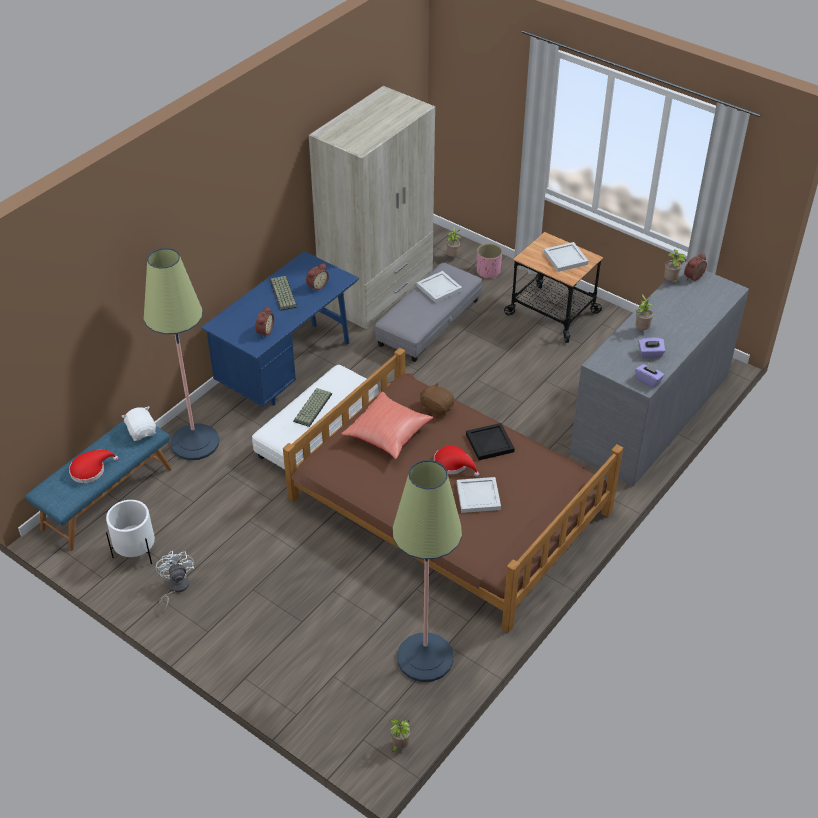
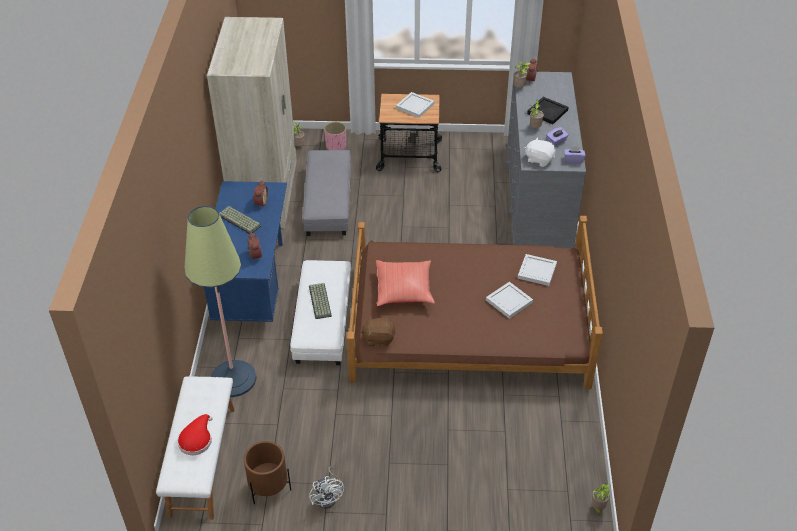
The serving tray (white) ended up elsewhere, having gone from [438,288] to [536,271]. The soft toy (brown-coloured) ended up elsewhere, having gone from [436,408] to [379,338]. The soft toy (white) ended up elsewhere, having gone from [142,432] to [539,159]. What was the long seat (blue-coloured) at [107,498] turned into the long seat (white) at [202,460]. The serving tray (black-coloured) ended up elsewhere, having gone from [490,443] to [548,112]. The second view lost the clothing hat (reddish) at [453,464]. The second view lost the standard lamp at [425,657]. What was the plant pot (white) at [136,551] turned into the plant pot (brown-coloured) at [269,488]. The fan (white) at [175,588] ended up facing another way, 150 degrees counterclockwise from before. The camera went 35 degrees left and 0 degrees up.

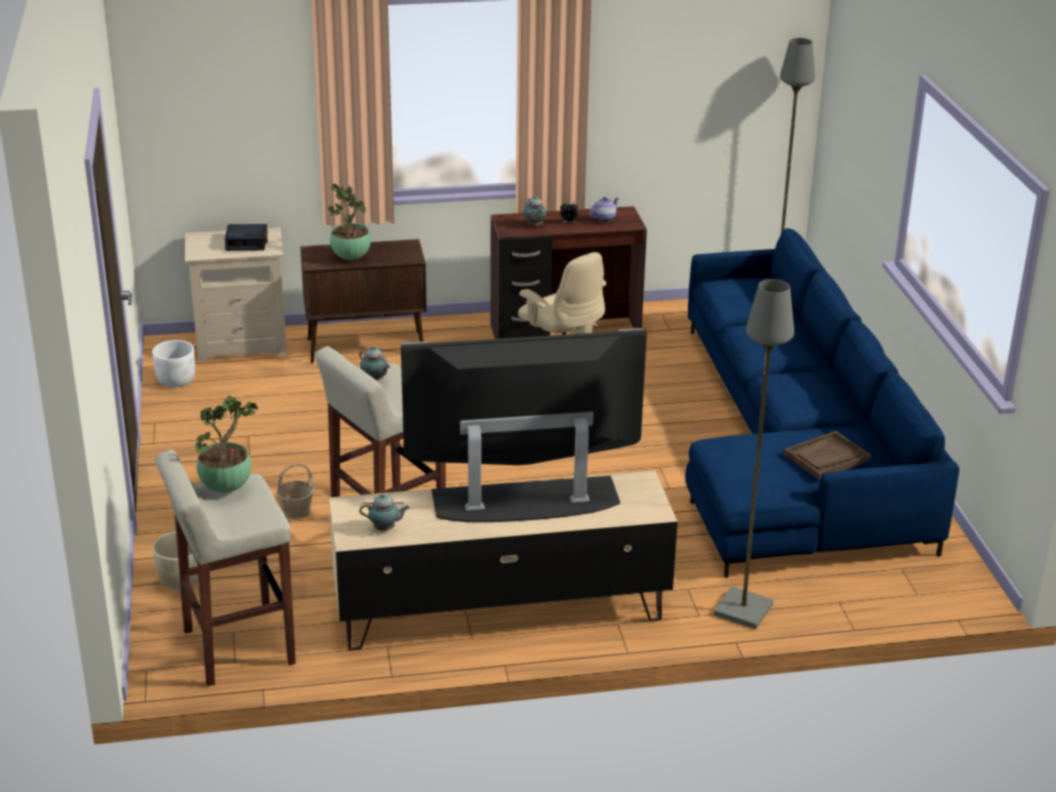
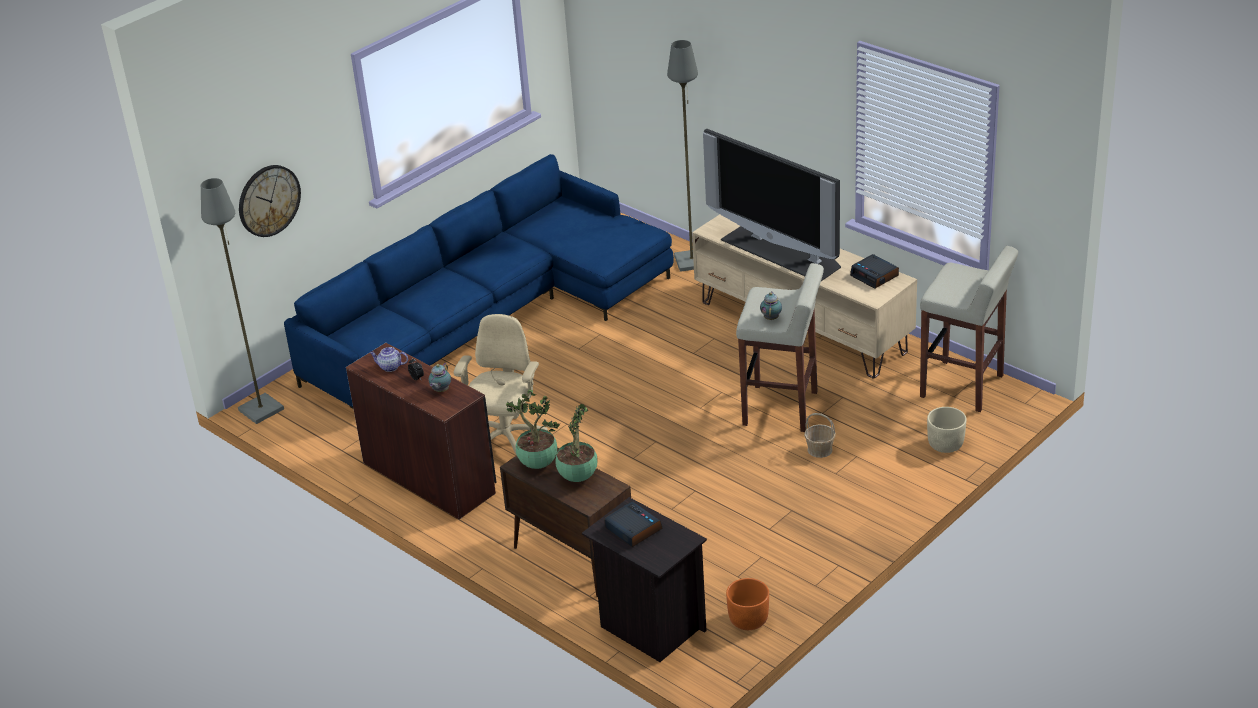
What was the nightstand (beige-coloured) at [242,344] turned into the nightstand (black-coloured) at [649,627]. What was the plant pot (white) at [176,381] turned into the plant pot (orangey) at [748,619]. The potted plant ended up elsewhere, having gone from [227,487] to [537,464]. The second view lost the serving tray (brown-coloured) at [826,457]. Where the tea pot stood at [385,529], the table clock came to stand at [875,276]. The second view gained the wall clock at [268,200]. The camera went 125 degrees left and 5 degrees up.

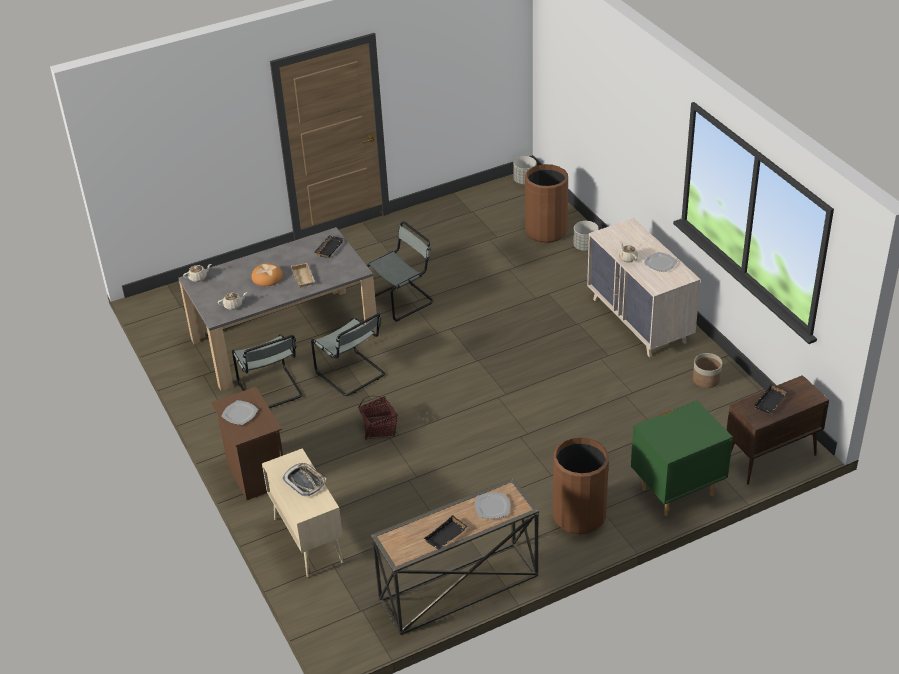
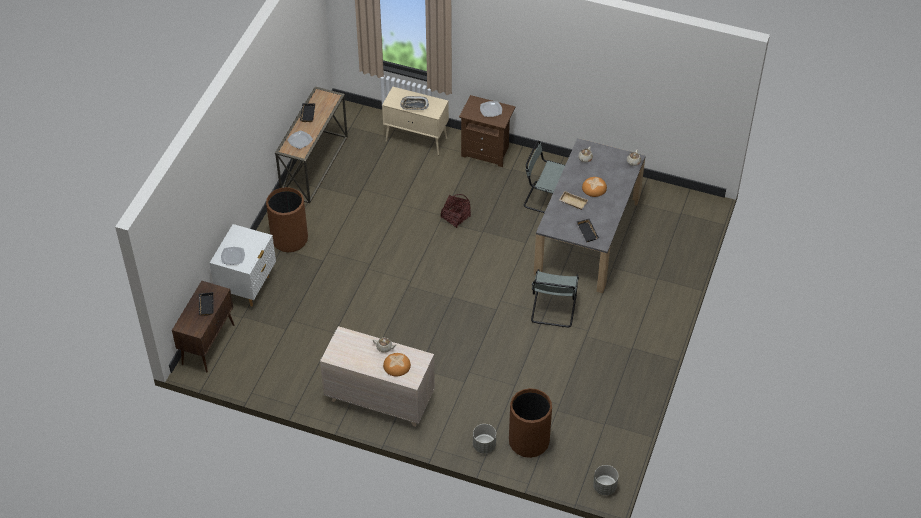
The flat dish ended up elsewhere, having gone from [660,263] to [232,256]. The second view lost the upright chair (grey) at [352,374]. The second view lost the plant pot at [706,379]. What was the nightstand (green) at [677,491] turned into the nightstand (white) at [247,287]. The second view gained the baked bread at [396,366]. The camera went 135 degrees right and 10 degrees up.

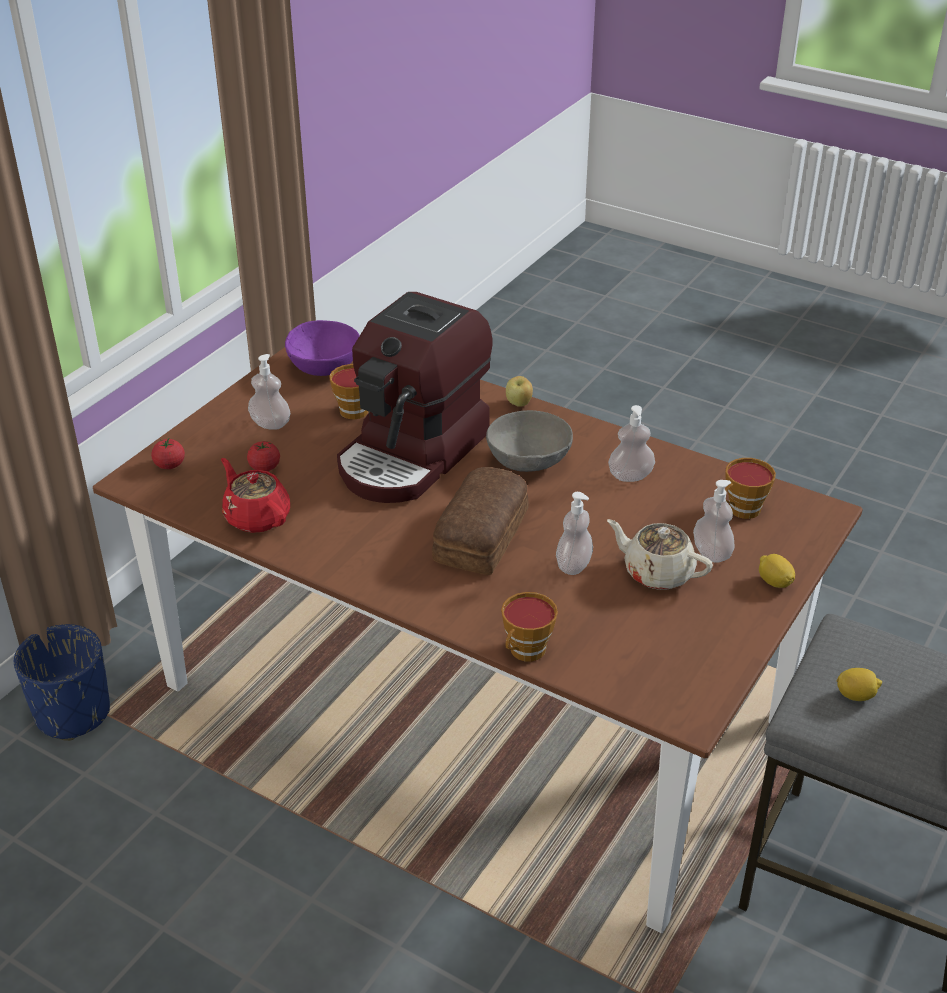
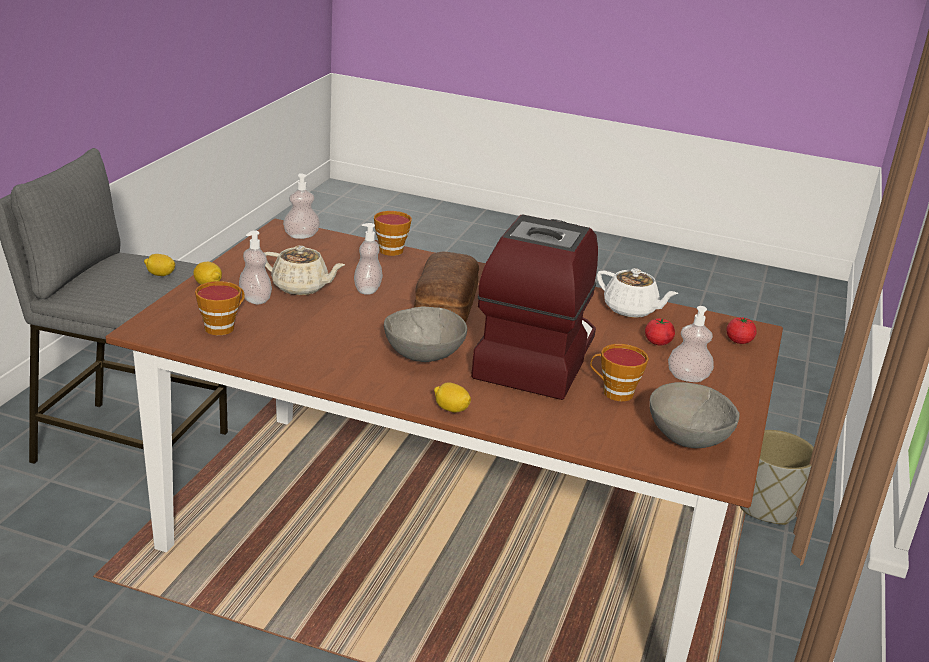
What was the deep dish (purplish) at [324,368] turned into the deep dish (grey) at [687,437]. Where the whole apple stood at [519,403], the whole lemon came to stand at [451,409]. The soap bottle ended up elsewhere, having gone from [630,476] to [301,236]. What was the tea pot (reddish) at [256,517] turned into the tea pot (white) at [631,310]. What was the plant pot (blue-coloured) at [73,713] turned into the plant pot (grey) at [767,507]. The camera went 165 degrees right and 10 degrees down.

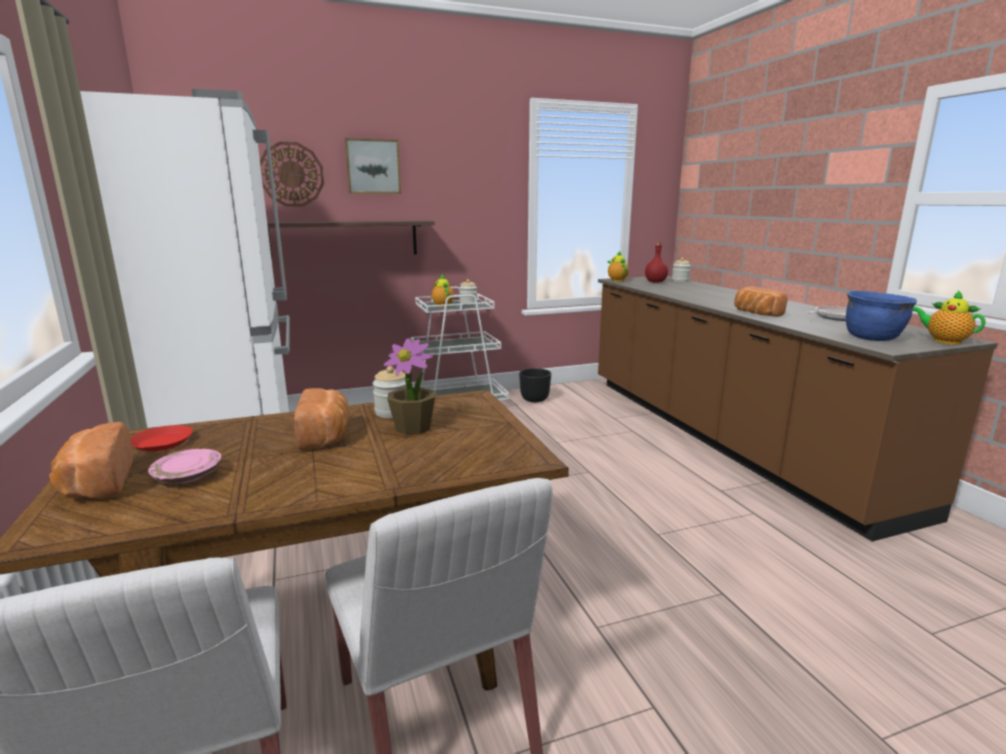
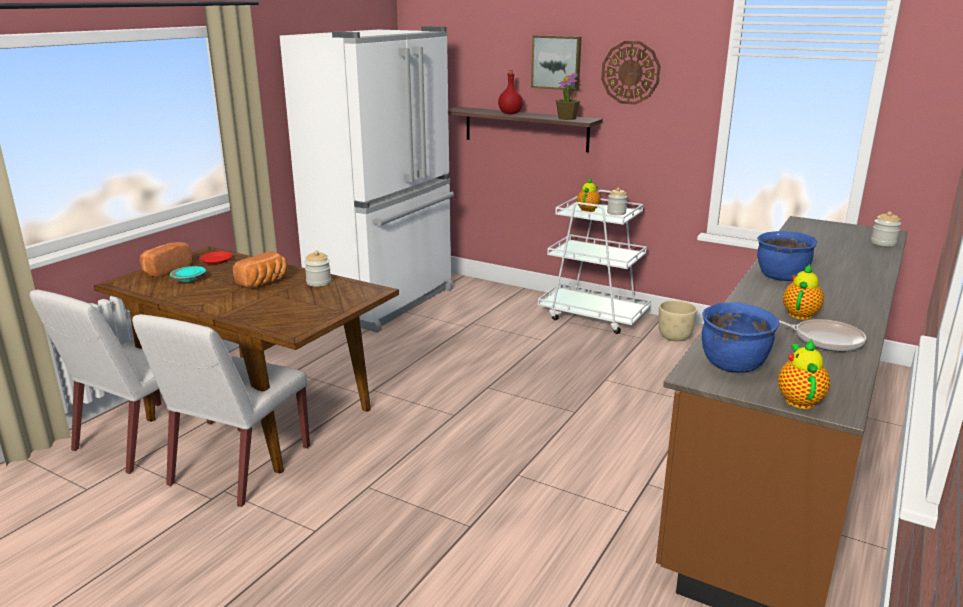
The wall clock ended up elsewhere, having gone from [291,174] to [630,72]. The drink bottle (reddish) ended up elsewhere, having gone from [655,282] to [509,113]. The tea pot ended up elsewhere, having gone from [616,280] to [801,314]. The second view lost the baked bread at [755,314]. The potted plant ended up elsewhere, having gone from [413,428] to [567,118]. What was the plant pot (black-coloured) at [534,399] turned into the plant pot (beige-coloured) at [674,337]. What was the flat dish (pink) at [188,476] turned into the flat dish (blue-green) at [188,279]. The second view gained the cooking pot (blue-coloured) at [781,277]. The camera went 50 degrees right and 5 degrees up.

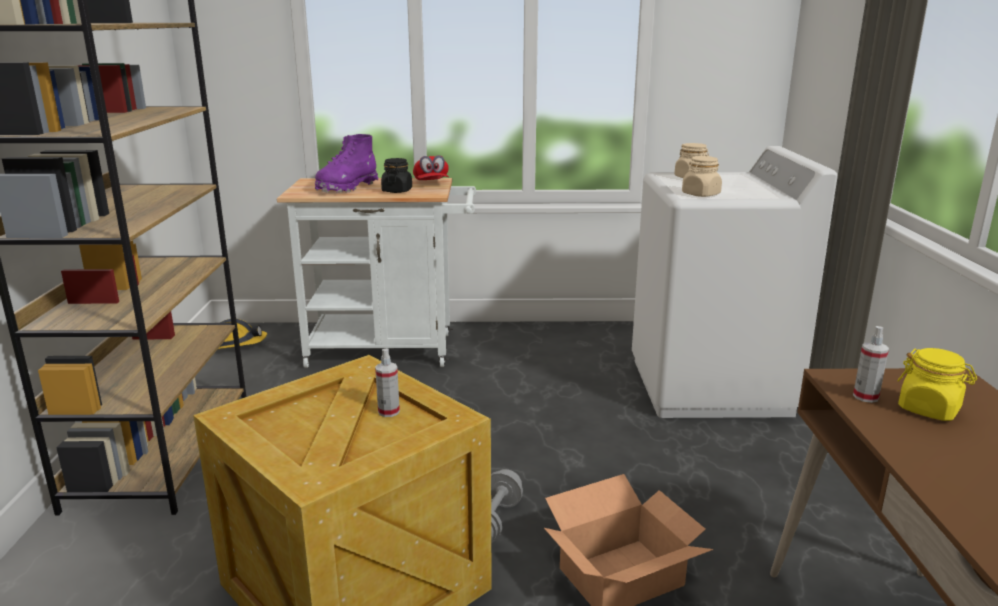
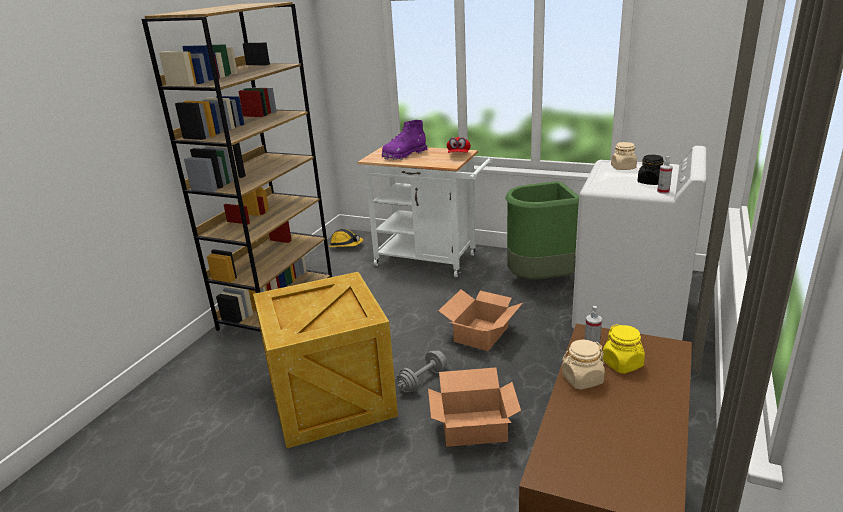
The storage jar (beige-coloured) ended up elsewhere, having gone from [700,194] to [582,379]. The storage jar (black-coloured) ended up elsewhere, having gone from [397,191] to [650,182]. The spray bottle ended up elsewhere, having gone from [388,412] to [663,191]. The second view gained the rubbish bin (green) at [540,280]. The second view gained the packing box at [482,334]. The camera went 25 degrees right and 5 degrees up.

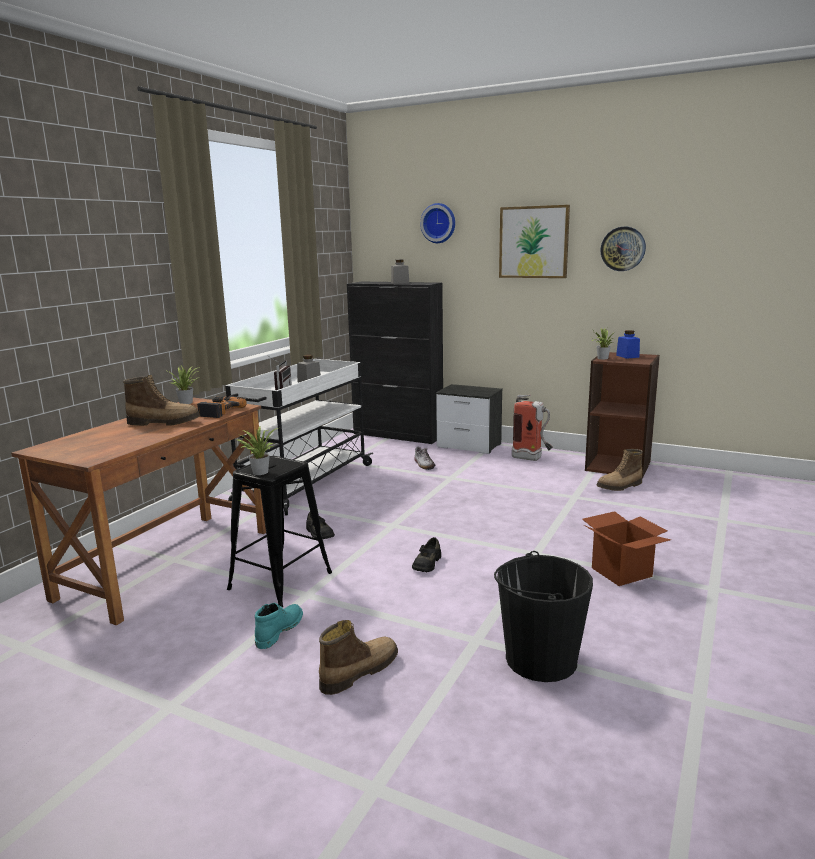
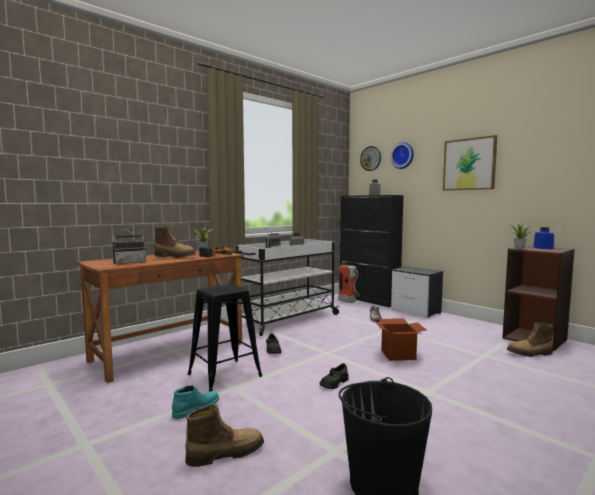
The wall clock ended up elsewhere, having gone from [623,249] to [370,158]. The fire extinguisher ended up elsewhere, having gone from [532,459] to [349,302]. The second view lost the potted plant at [259,472]. The packing box ended up elsewhere, having gone from [621,572] to [398,355]. The second view gained the radio at [130,263]. The camera went 20 degrees right and 10 degrees down.

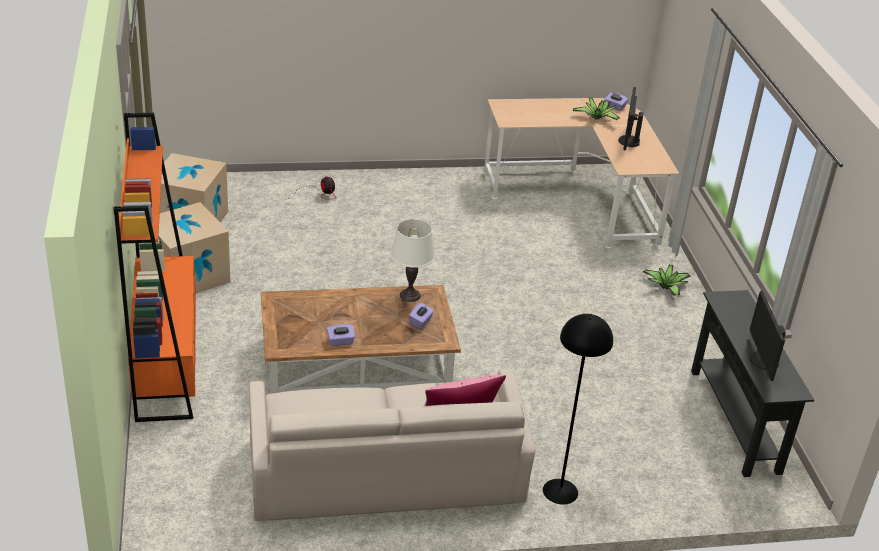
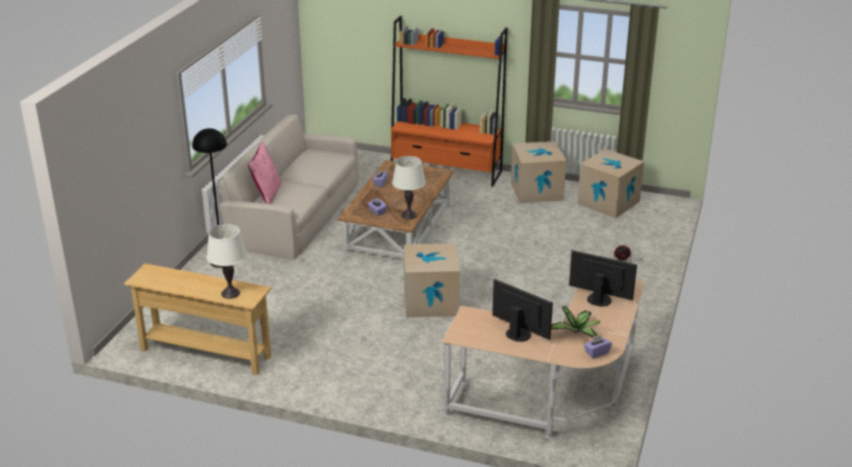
The second view lost the potted plant at [666,287]. What was the console table (black-coloured) at [735,420] turned into the console table (beige-coloured) at [205,353]. The computer display ended up elsewhere, having gone from [762,361] to [599,299]. The second view gained the table lamp (white) at [230,293]. The second view gained the packing box at [431,302]. The camera went 120 degrees right and 5 degrees down.

